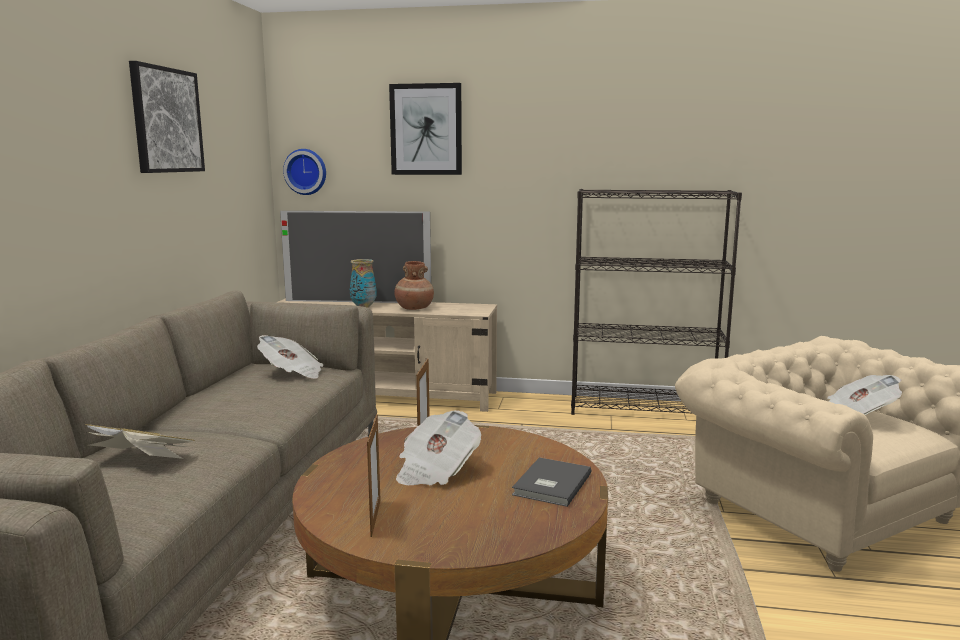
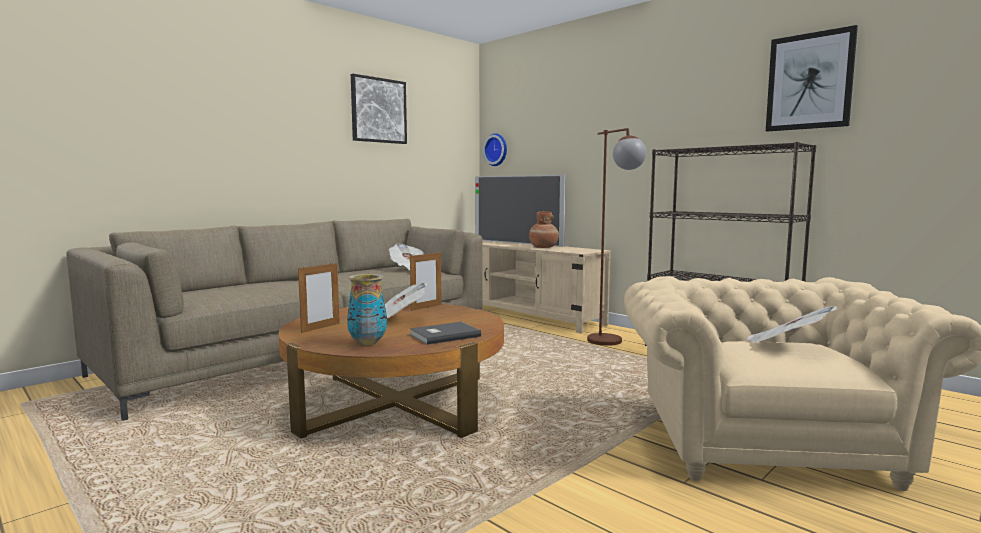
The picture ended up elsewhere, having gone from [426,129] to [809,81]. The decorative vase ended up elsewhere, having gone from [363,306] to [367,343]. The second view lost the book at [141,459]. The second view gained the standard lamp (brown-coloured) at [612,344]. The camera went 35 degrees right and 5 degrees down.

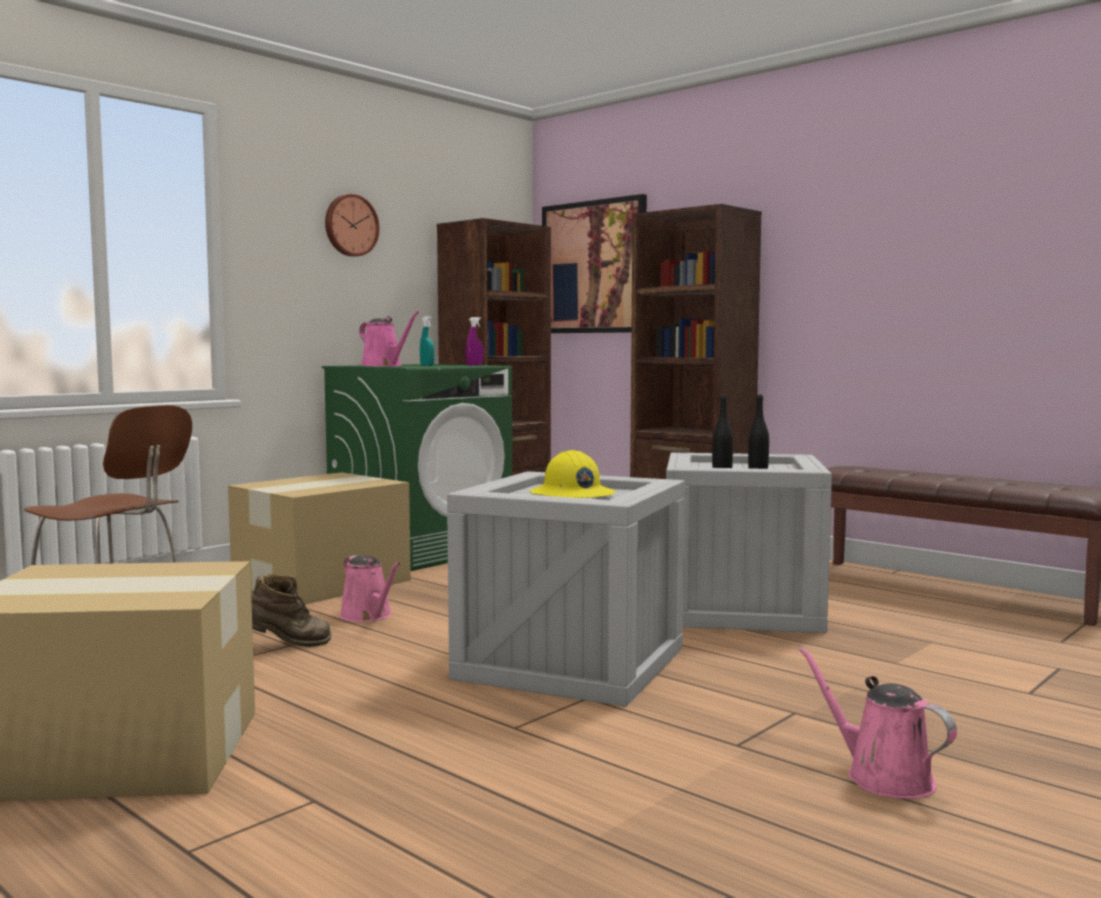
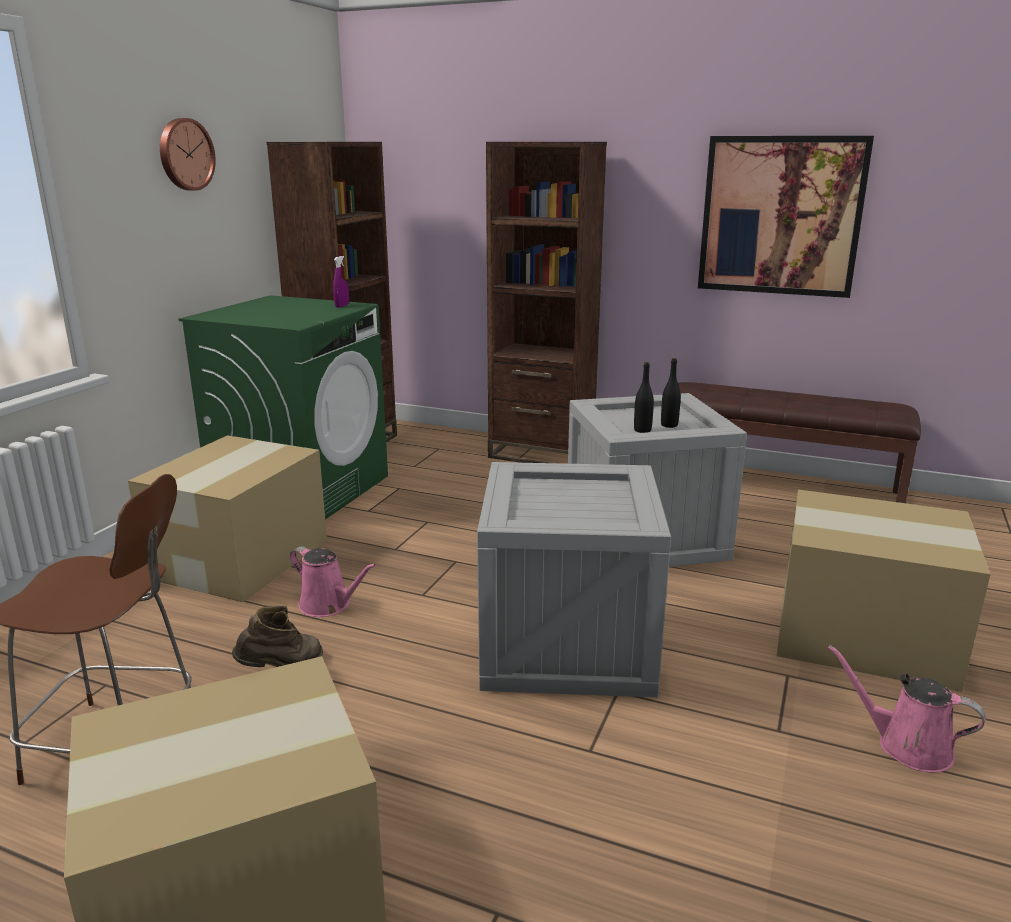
The picture ended up elsewhere, having gone from [593,267] to [780,216]. The second view lost the sprinkling can (pink) at [384,365]. The second view lost the spray bottle (blue-green) at [427,366]. The second view lost the work helmet (yellow-coloured) at [571,495]. The second view gained the packing box at [861,634]. The camera went 20 degrees left and 15 degrees up.

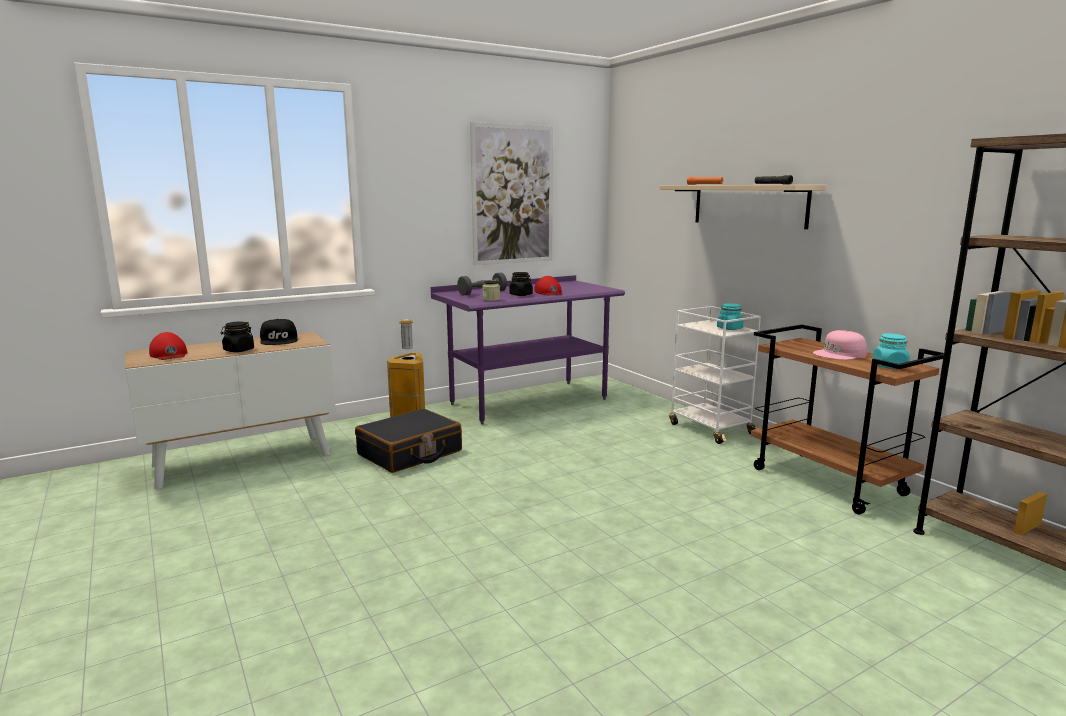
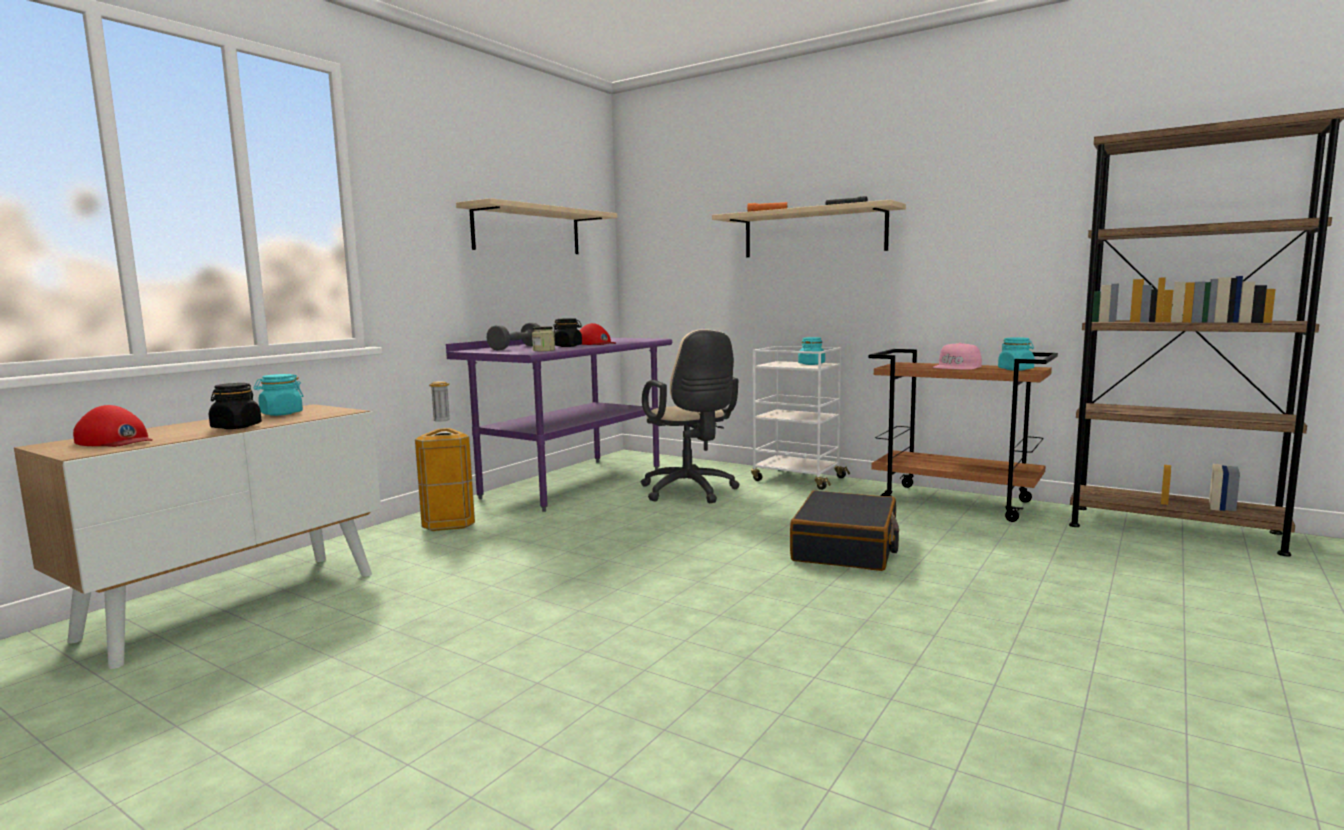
Where the picture hung at [513,195], the shelf (beige-coloured) came to hang at [527,231]. Where the cap (black-coloured) stood at [280,340], the storage jar (blue-green) came to stand at [281,414]. The travel case (black-coloured) ended up elsewhere, having gone from [410,453] to [846,548]. The second view gained the desk chair (beige-coloured) at [690,492]. The camera went 25 degrees left and 5 degrees down.

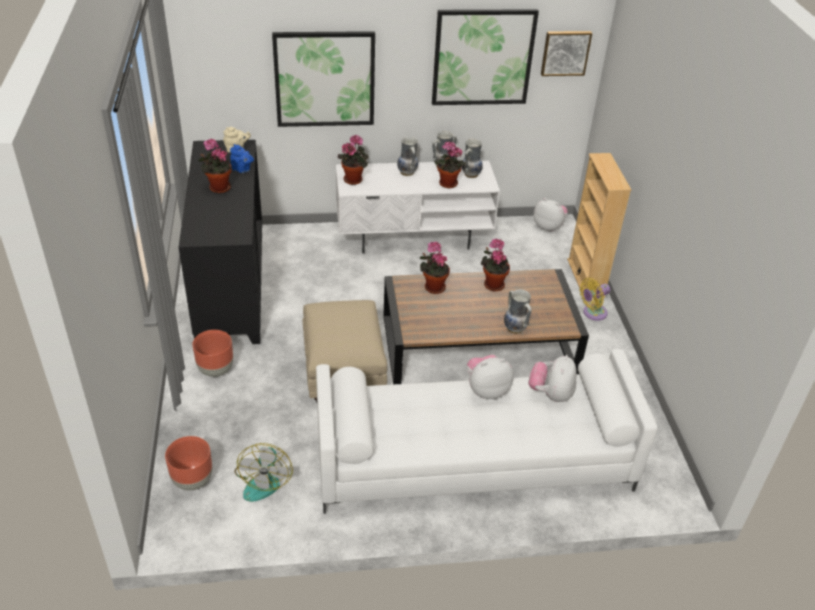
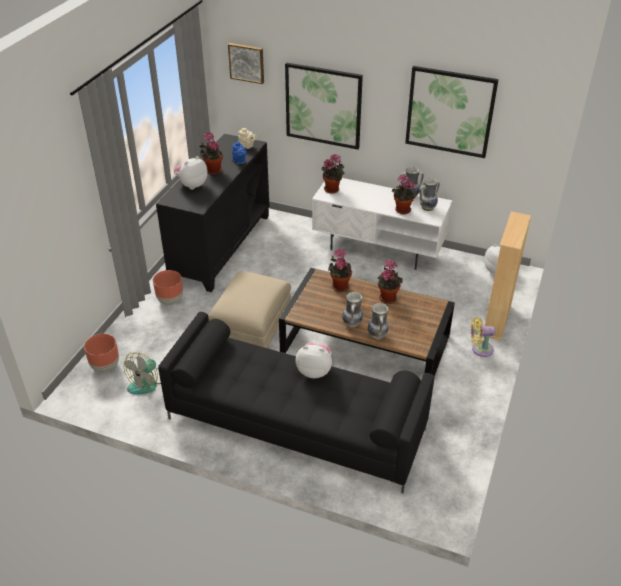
The picture ended up elsewhere, having gone from [565,52] to [247,62]. The decorative vase ended up elsewhere, having gone from [407,172] to [352,323]. What was the couch (white) at [472,462] turned into the couch (black-coloured) at [295,424]. The soft toy ended up elsewhere, having gone from [550,394] to [192,185]. The camera went 30 degrees right and 0 degrees up.

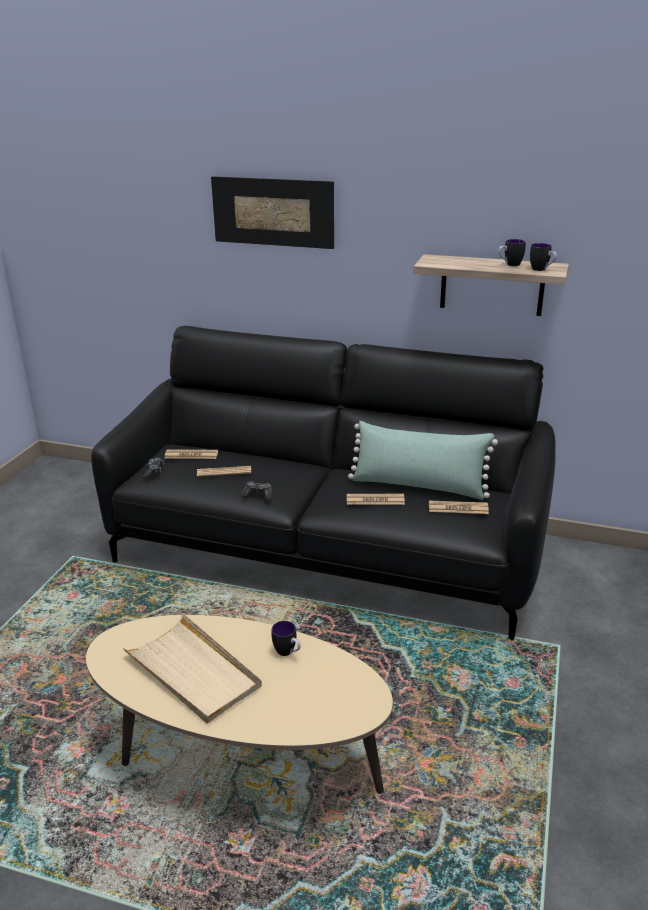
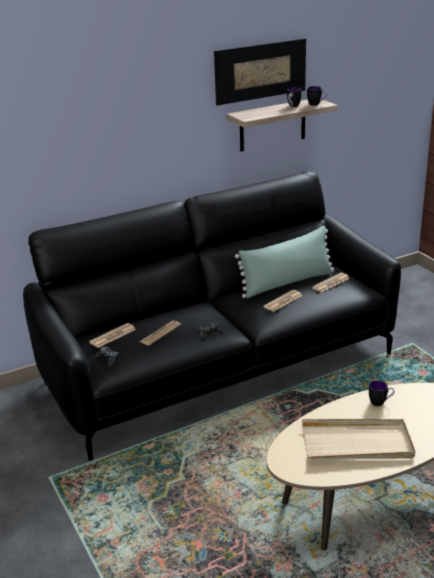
The picture ended up elsewhere, having gone from [273,212] to [260,71]. The camera went 45 degrees left and 0 degrees up.

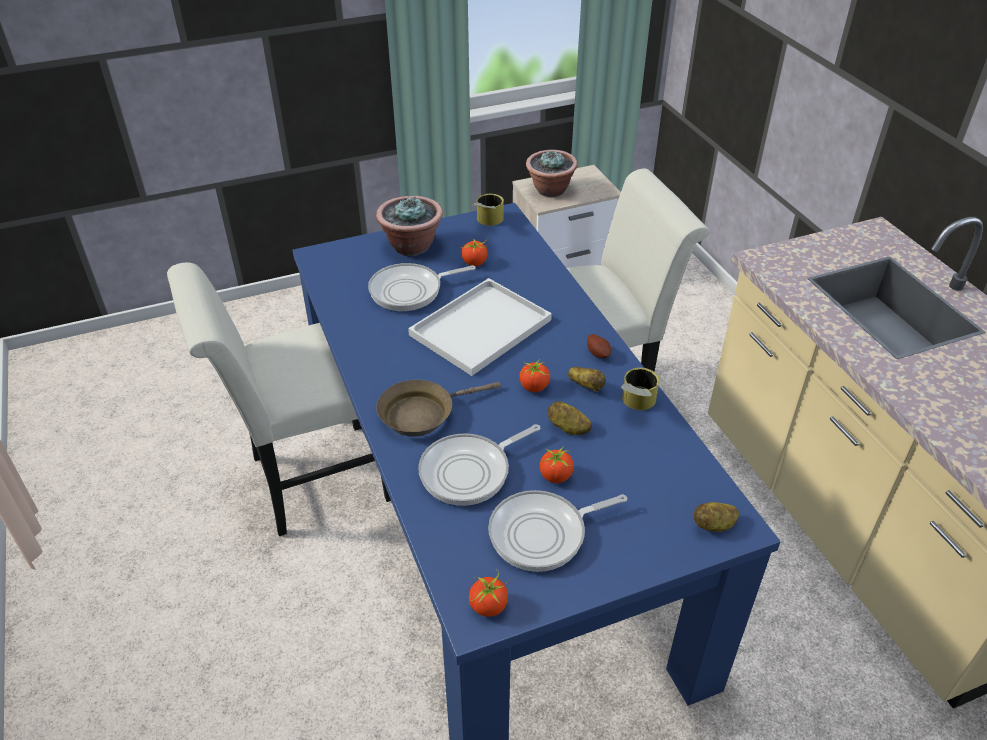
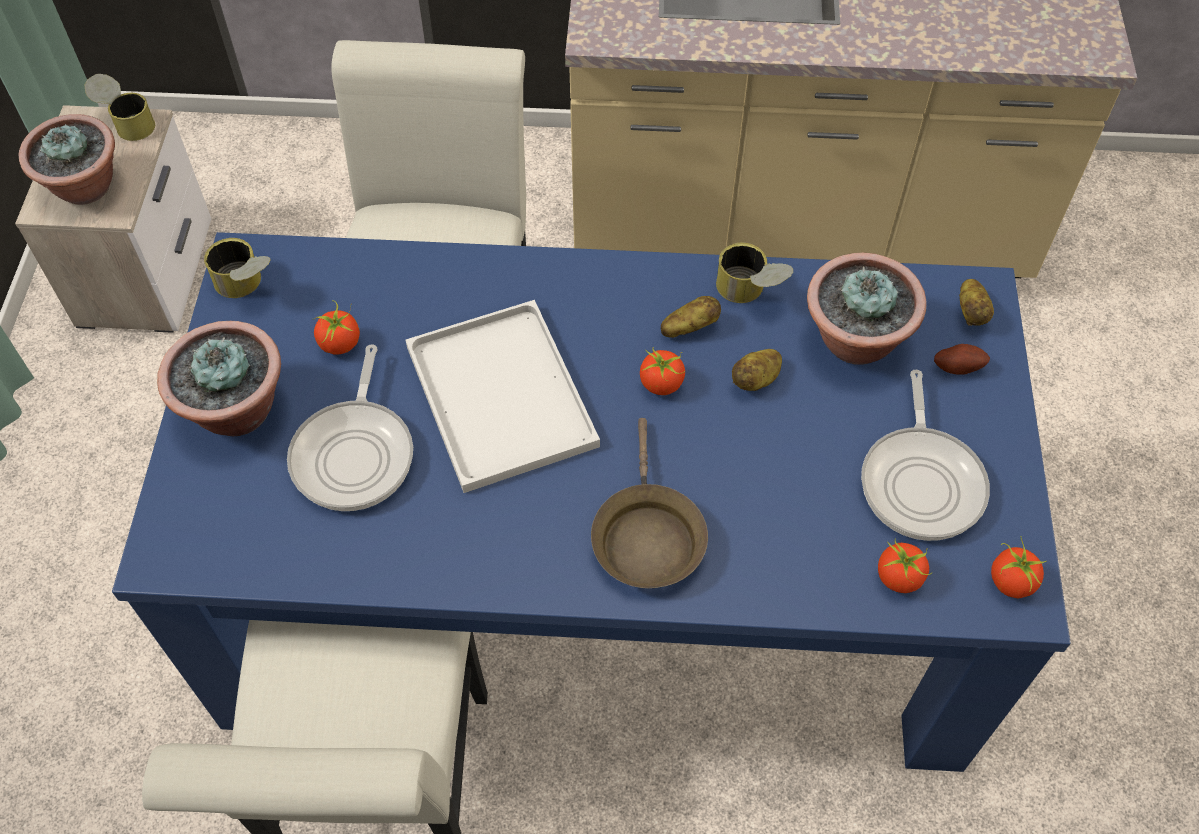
The potato ended up elsewhere, having gone from [598,353] to [957,366]. The second view lost the frying pan at [470,471]. The whole tomato ended up elsewhere, having gone from [555,476] to [899,578]. The second view gained the can at [127,122]. The second view gained the potted plant at [854,341]. The camera went 65 degrees left and 15 degrees up.

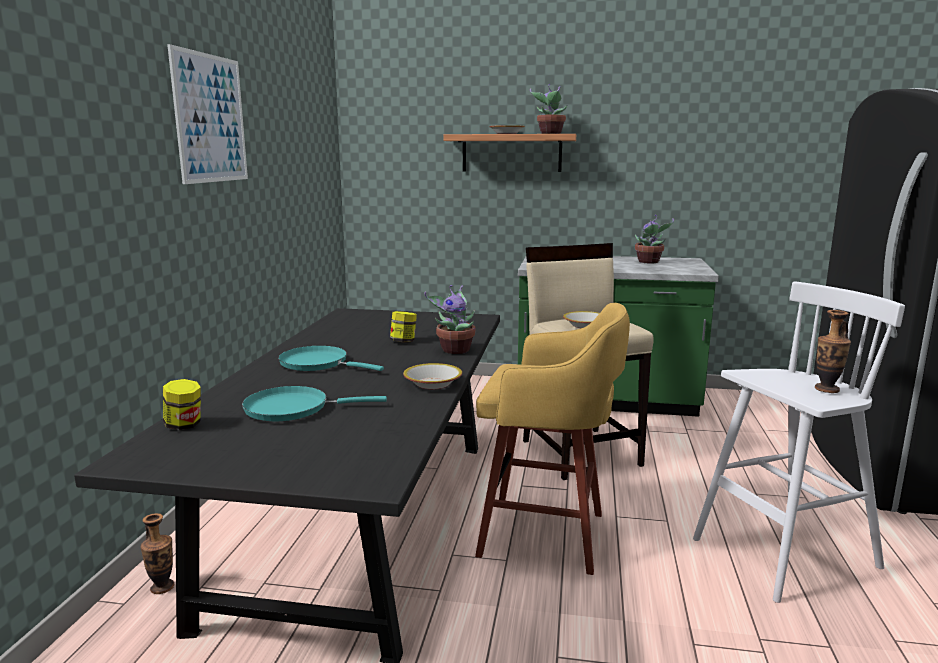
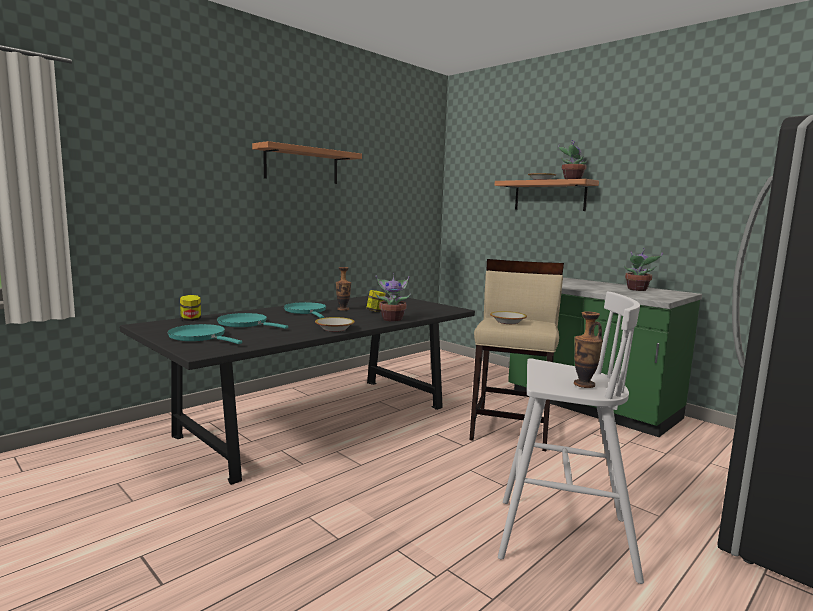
Where the picture hung at [210,119], the shelf came to hang at [302,165]. The second view lost the stool seat (yellow-coloured) at [547,535]. The decorative vase ended up elsewhere, having gone from [162,587] to [343,309]. The second view gained the frying pan (blue-green) at [200,337]. The camera went 35 degrees right and 5 degrees down.

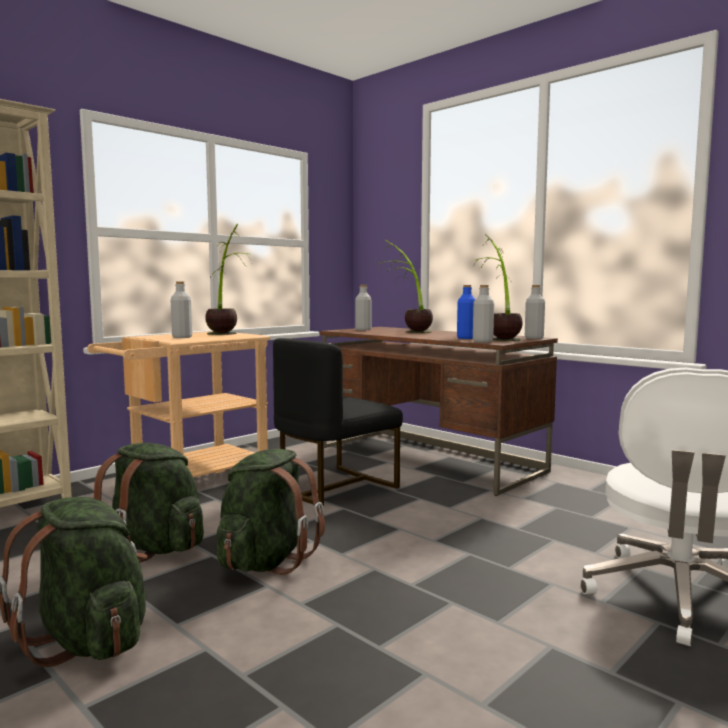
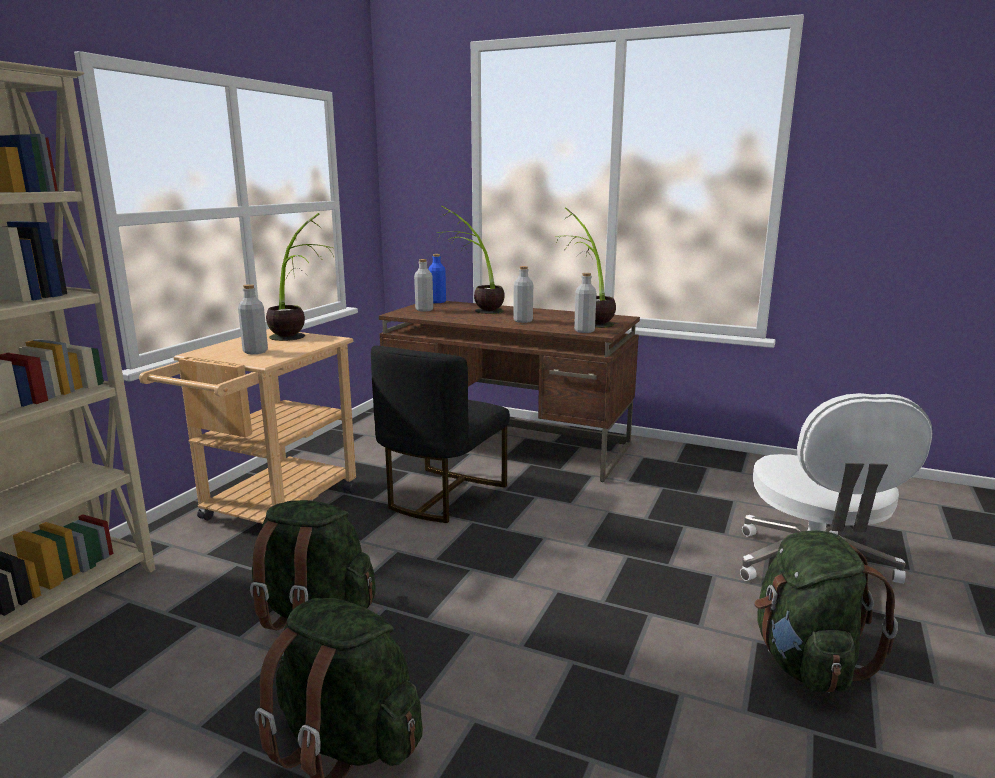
The drink bottle (blue-coloured) ended up elsewhere, having gone from [466,338] to [437,302]. The drink bottle (grey) ended up elsewhere, having gone from [534,338] to [523,321]. The knapsack (green) ended up elsewhere, having gone from [266,561] to [806,662]. The camera went 20 degrees left and 10 degrees up.

